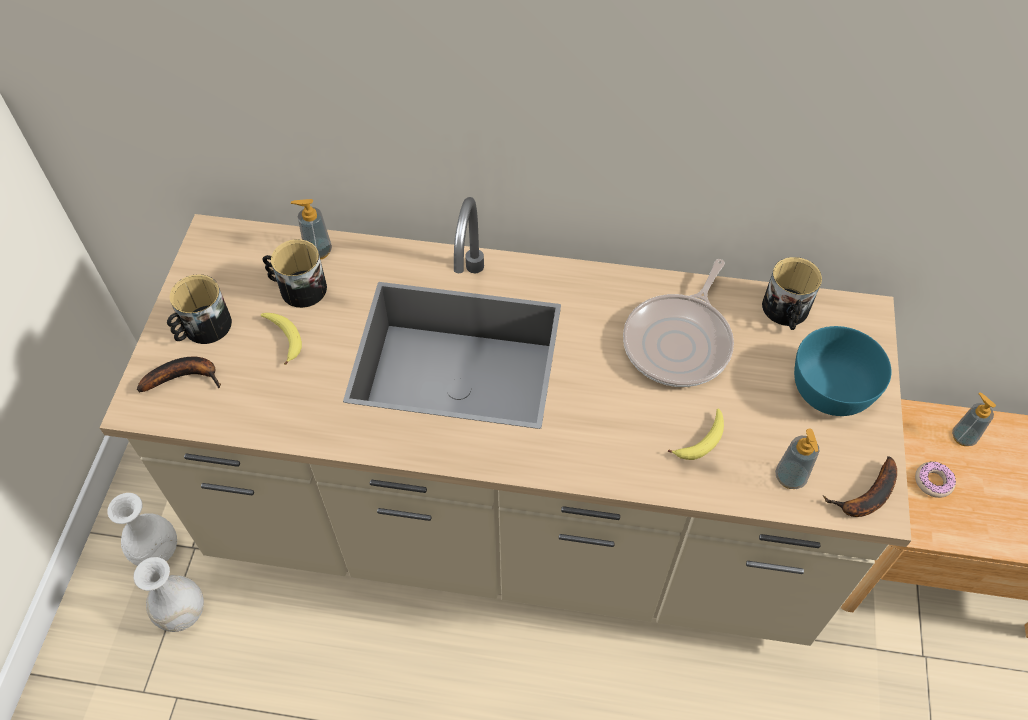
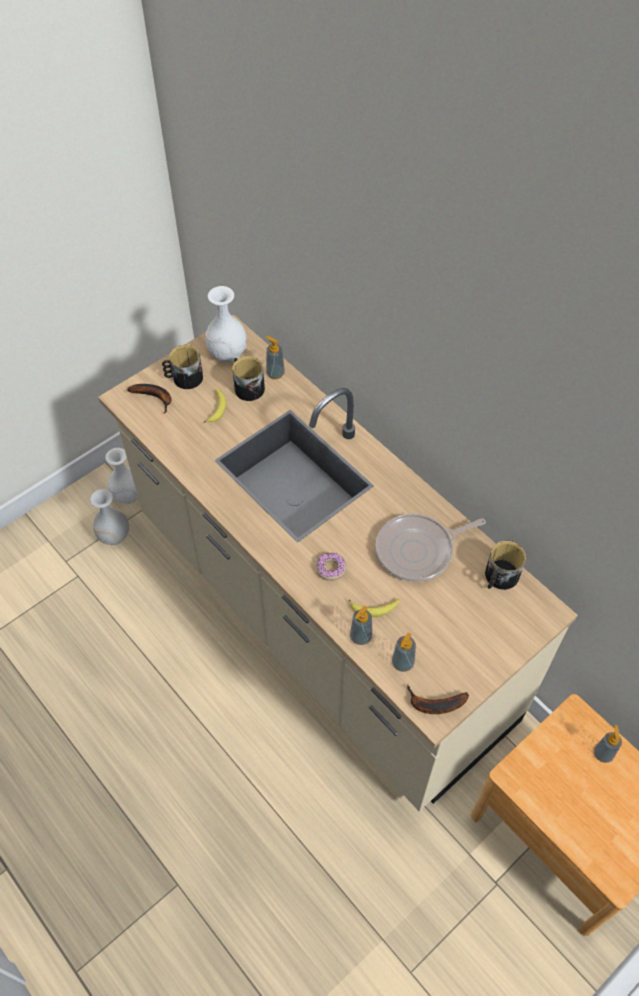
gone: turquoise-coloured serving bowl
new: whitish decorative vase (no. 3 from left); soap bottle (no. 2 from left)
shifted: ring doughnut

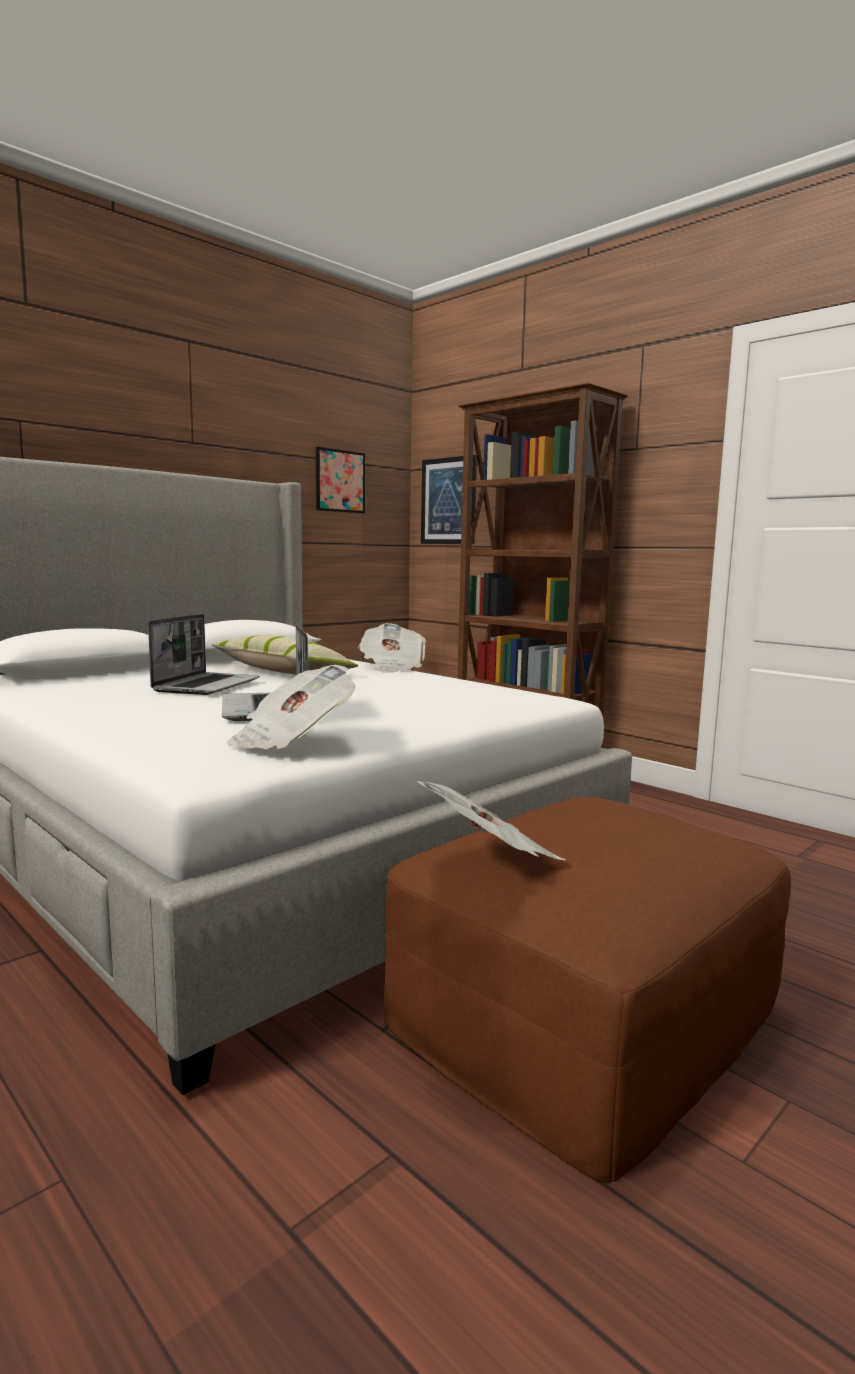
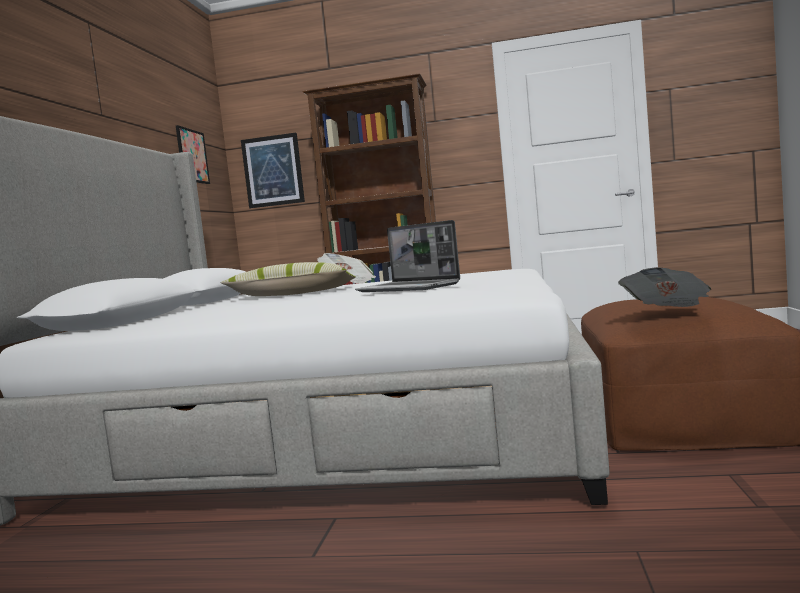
gone: portable computer (no. 1 from left); printed paper (no. 1 from left)

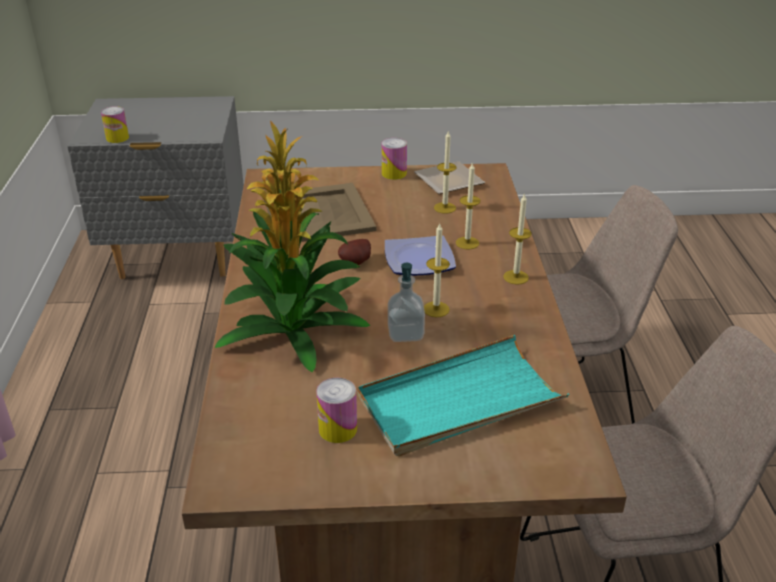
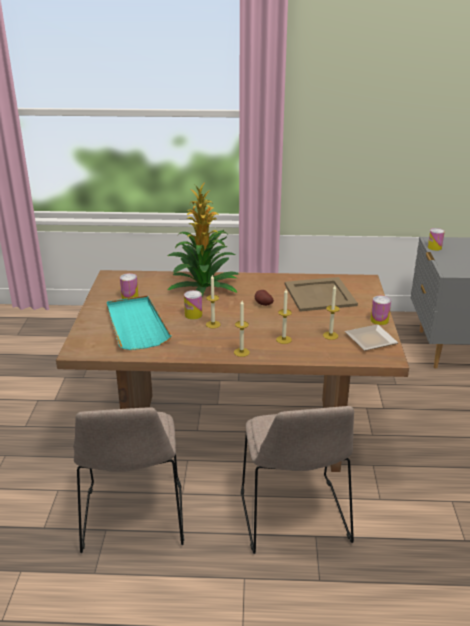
gone: dinner plate (no. 1 from left)
swapped: soap bottle to can (no. 2 from left)

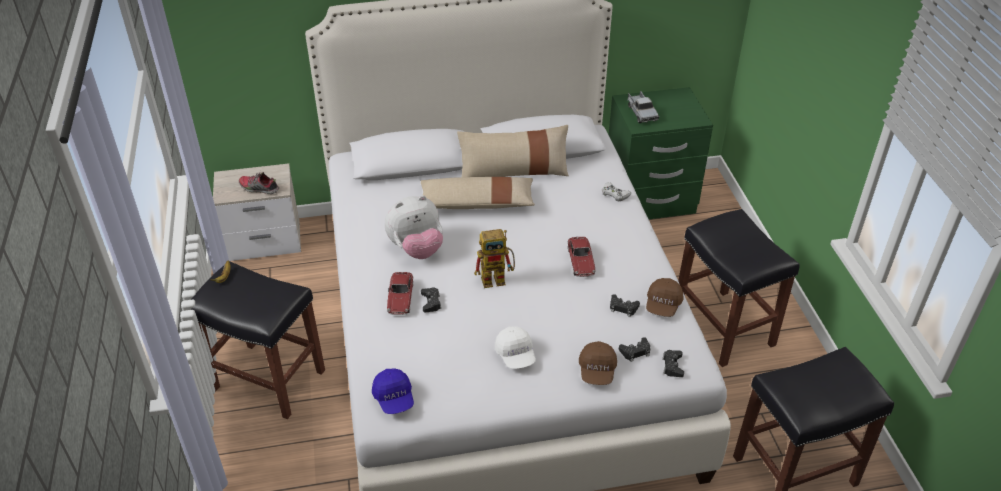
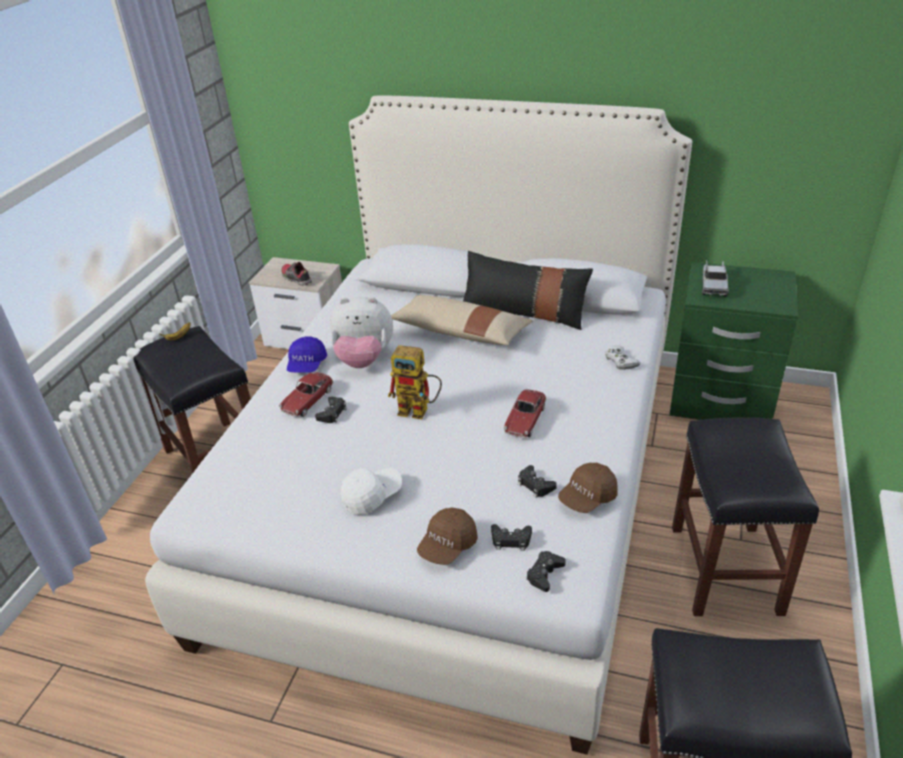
shifted: bluish peaked cap
repainted: beige-coloured pillow (no. 2 from left) to black pillow
rotated: whitish peaked cap 135 degrees counterclockwise

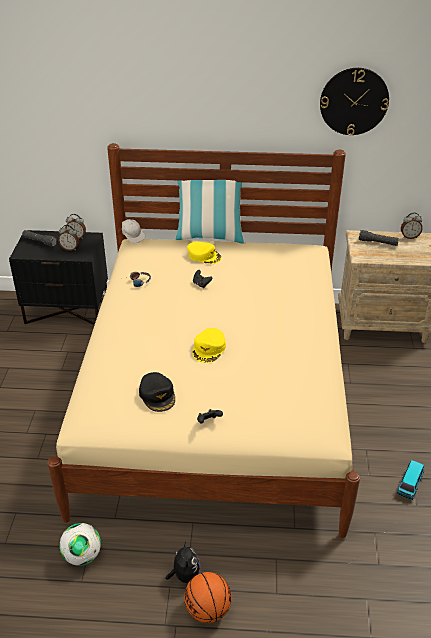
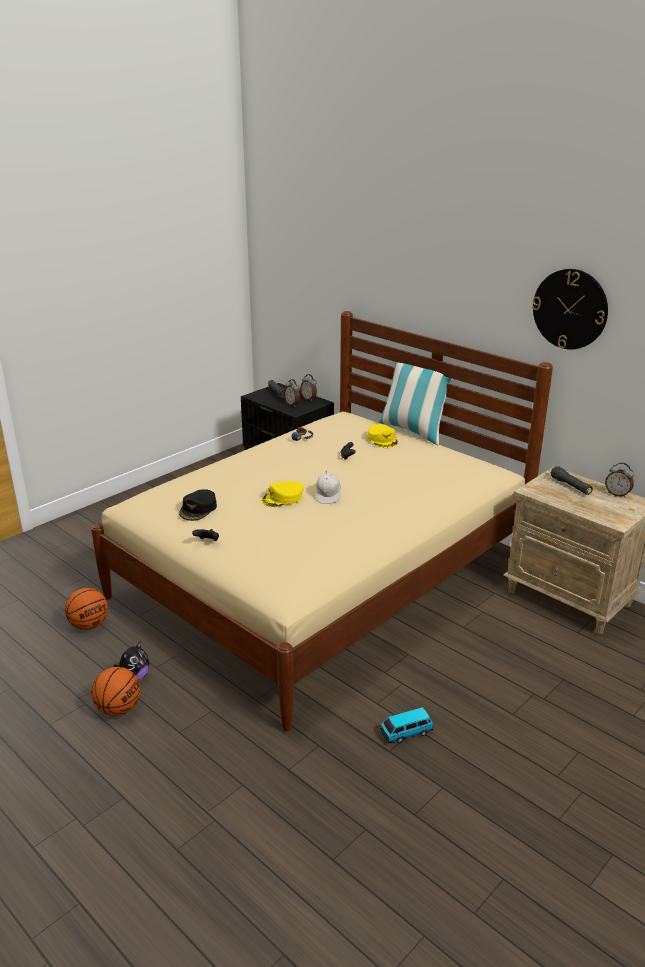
shifted: whitish peaked cap
swapped: ball for football to basketball (no. 1 from left)

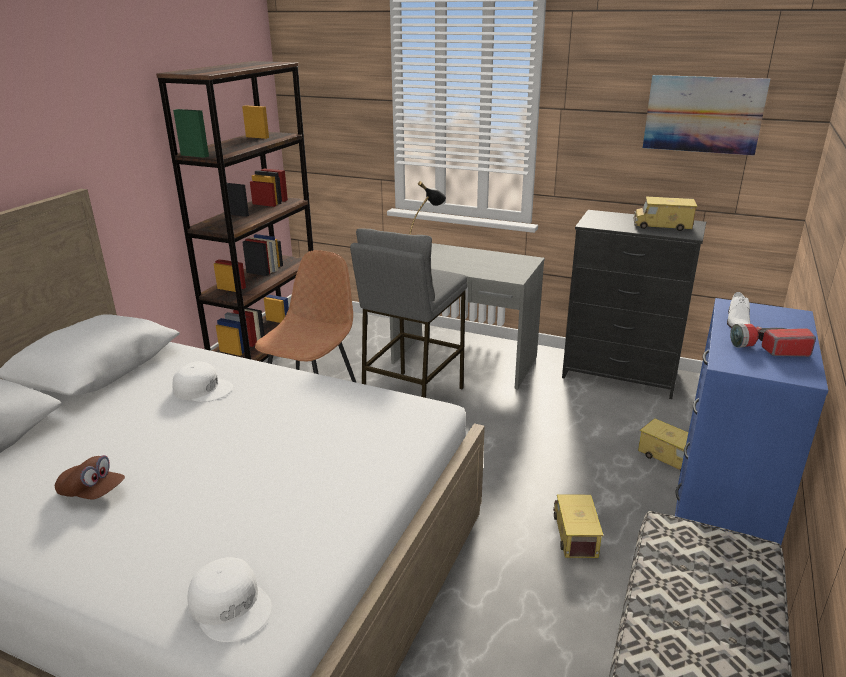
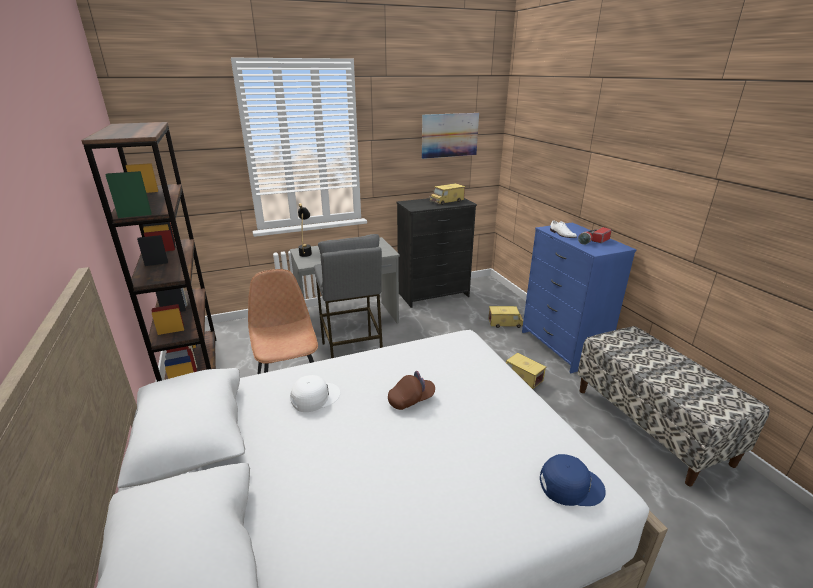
shifted: brown-coloured peaked cap
repainted: whitish peaked cap (no. 2 from left) to bluish peaked cap

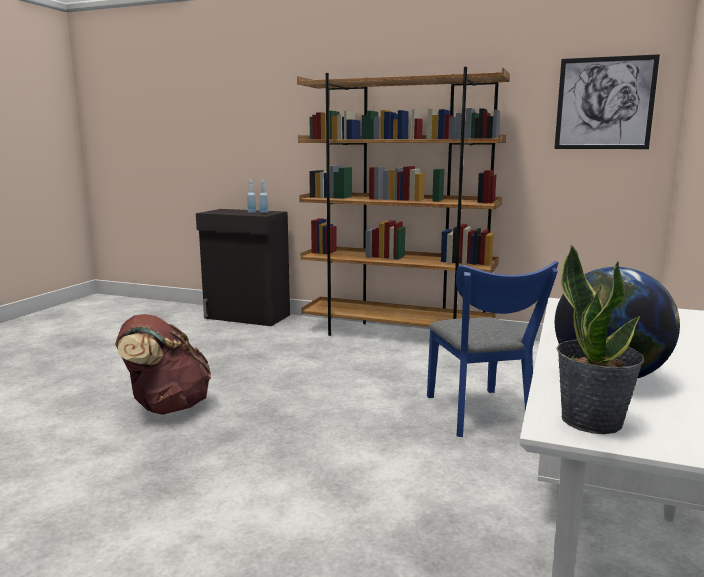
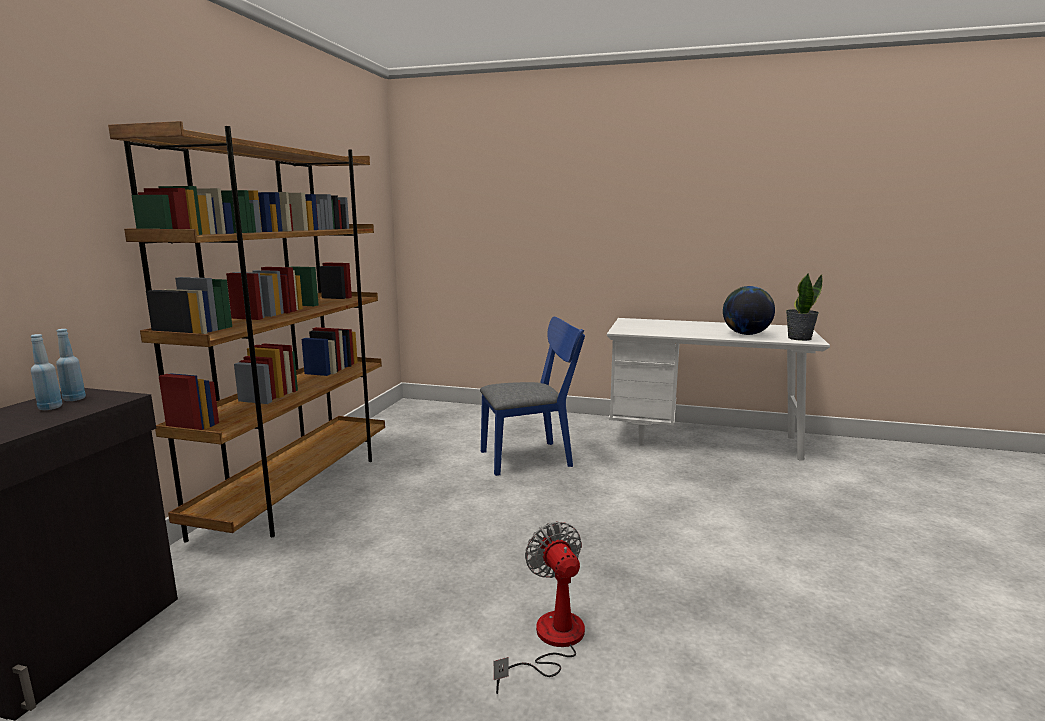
gone: picture
swapped: brown-coloured rucksack to electric fan

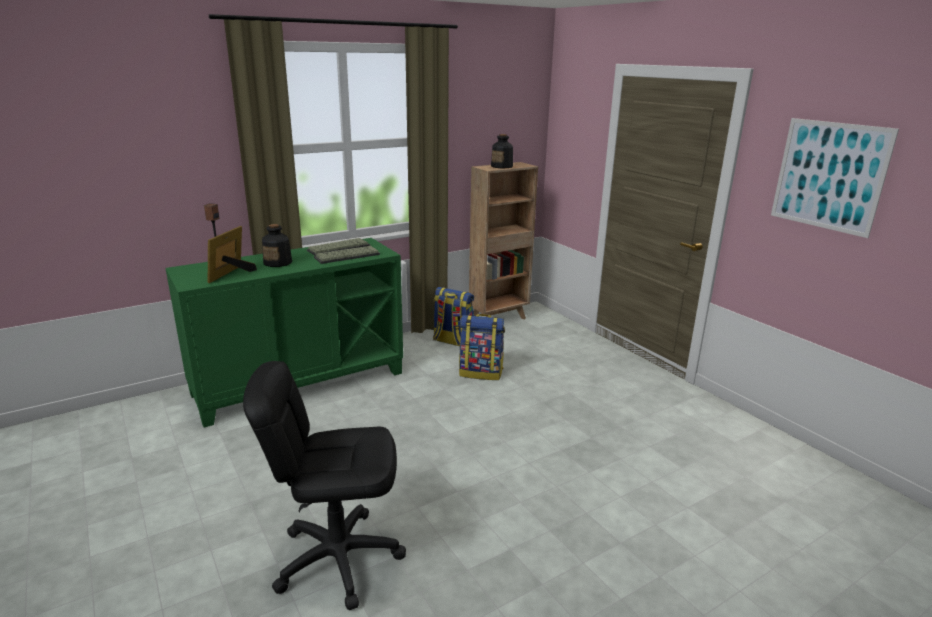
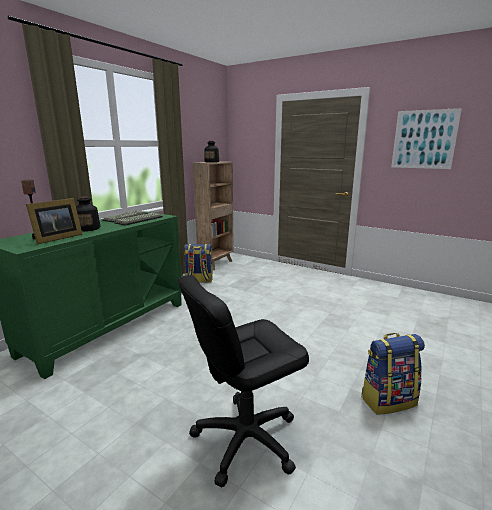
shifted: rucksack (no. 2 from left)
rotated: standing frame 135 degrees counterclockwise

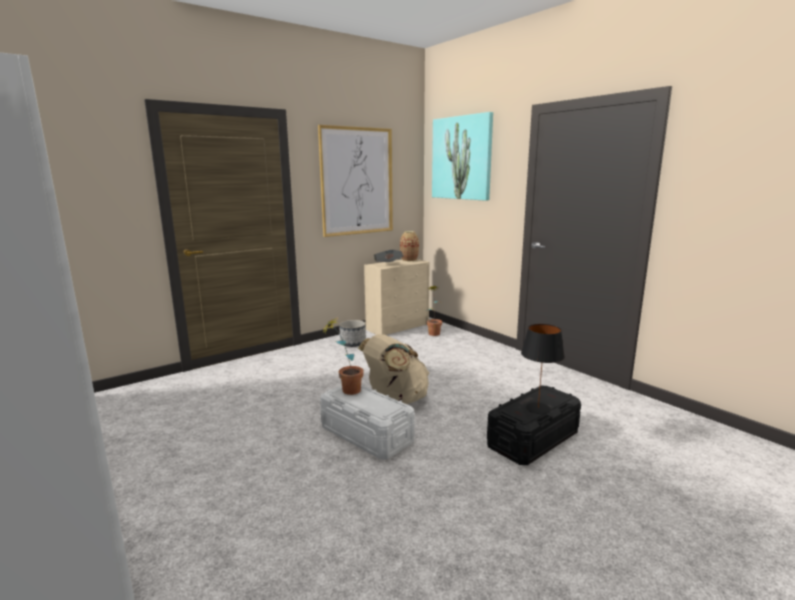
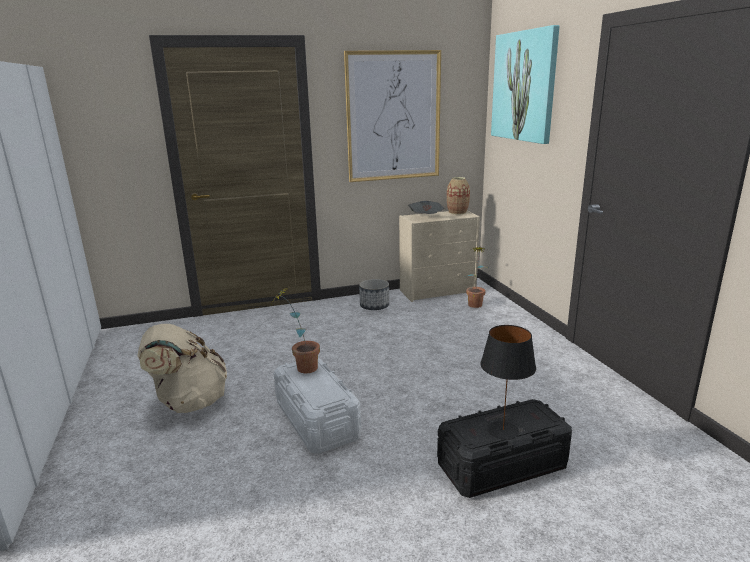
shifted: beige-coloured rucksack

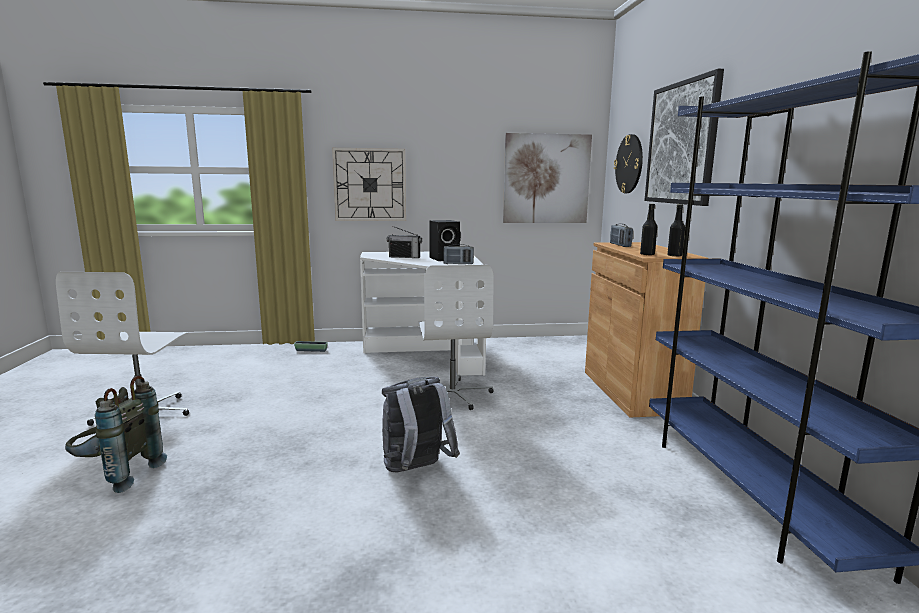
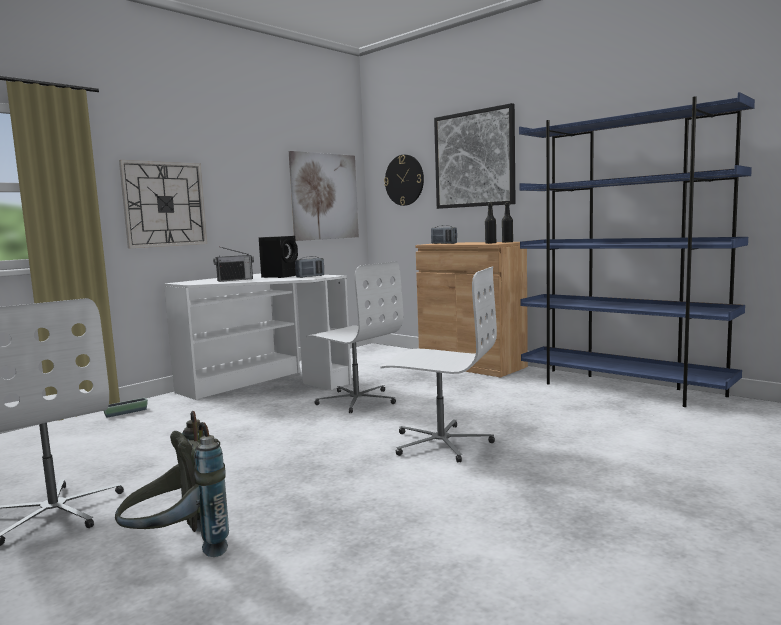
swapped: grey rucksack (no. 2 from left) to whitish desk chair (no. 3 from left)

